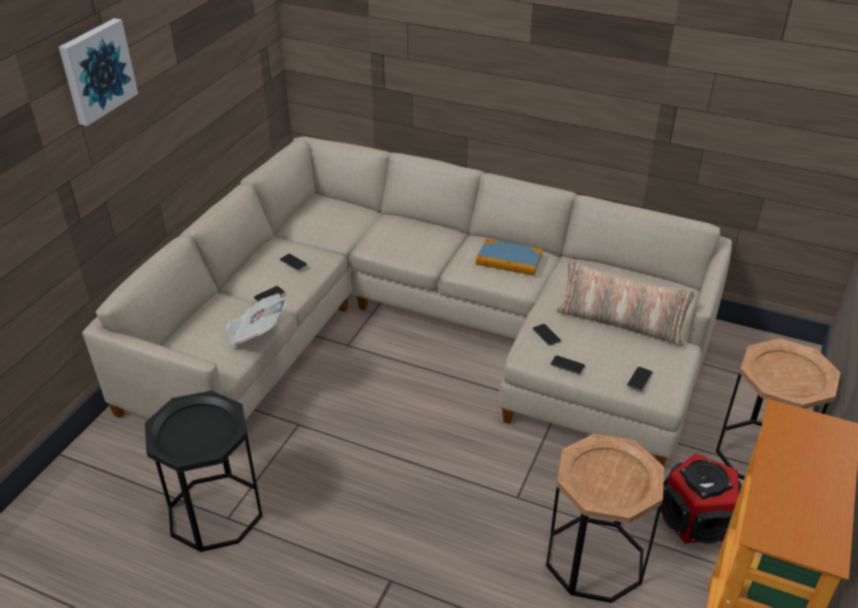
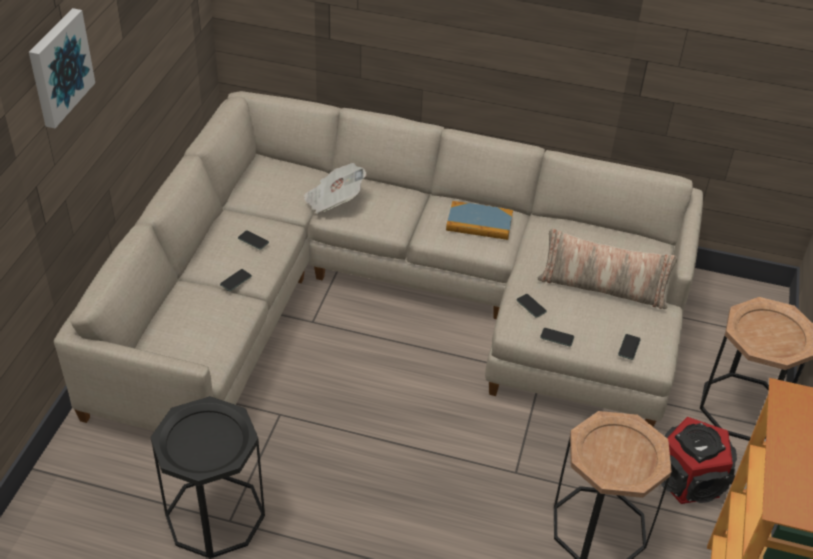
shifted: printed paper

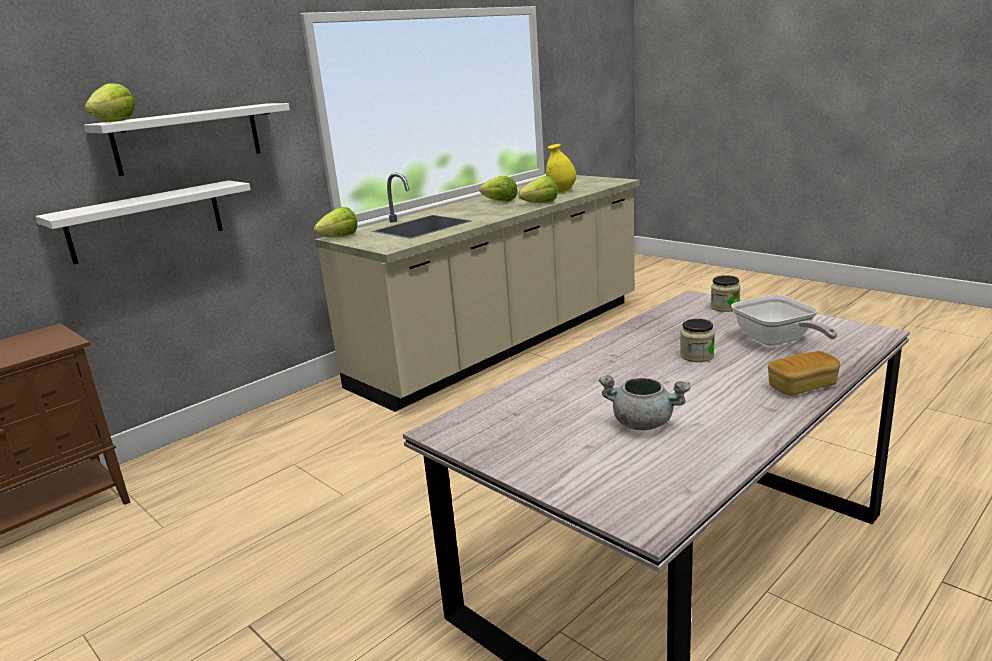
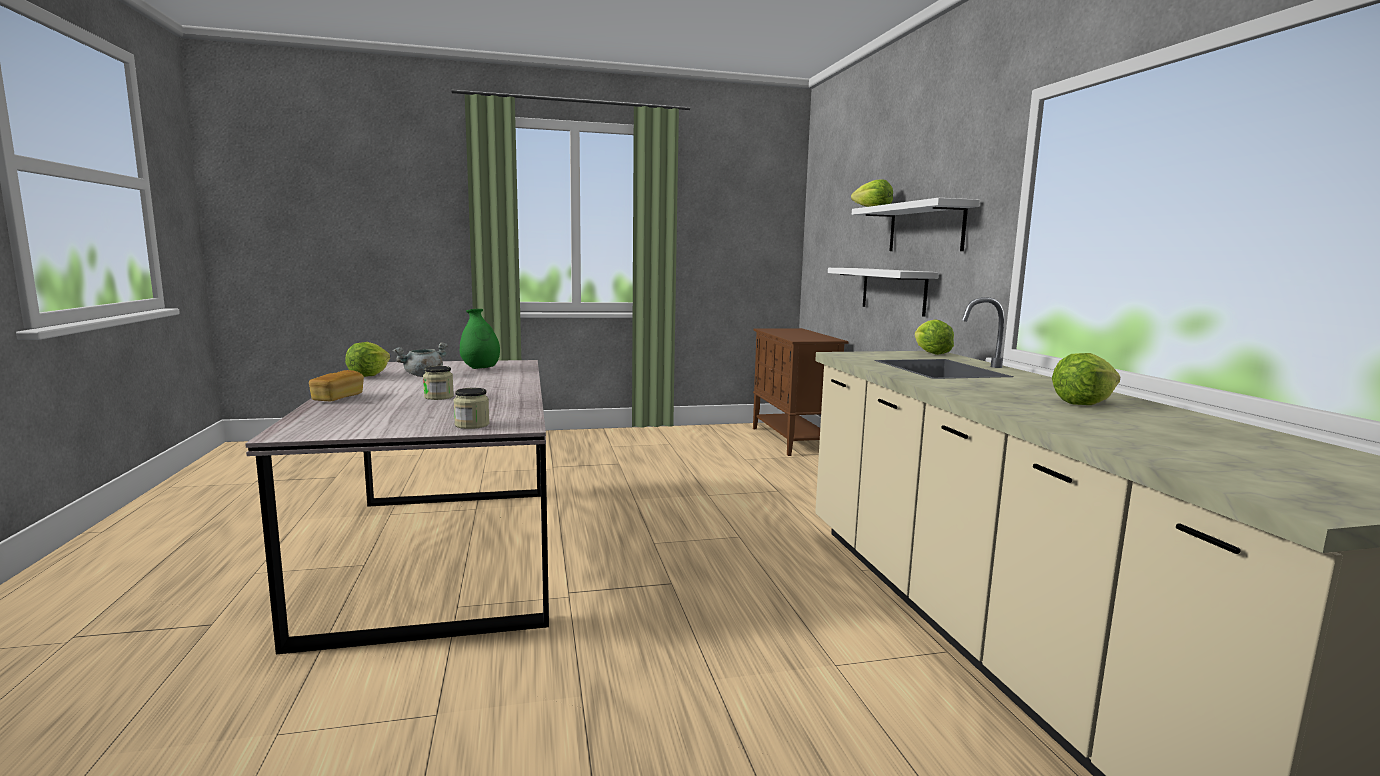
gone: yellow decorative vase; skillet
new: green decorative vase
shifted: lettuce head (no. 4 from left in the first image) to lettuce head (no. 1 from left)

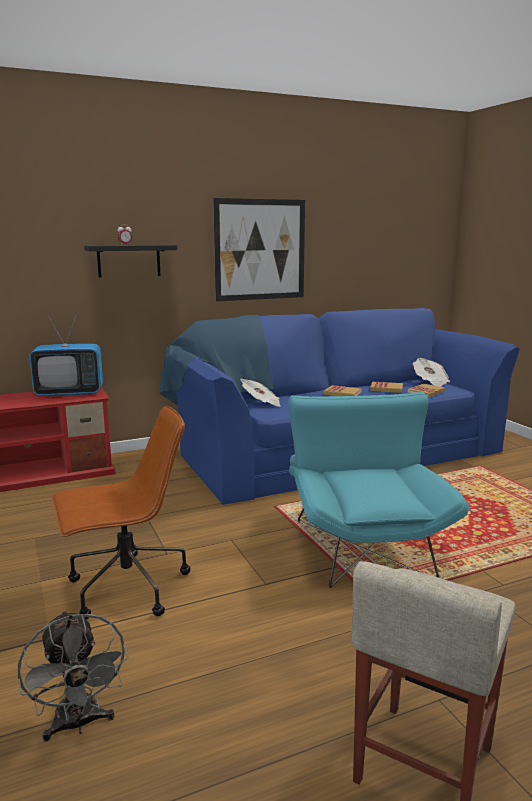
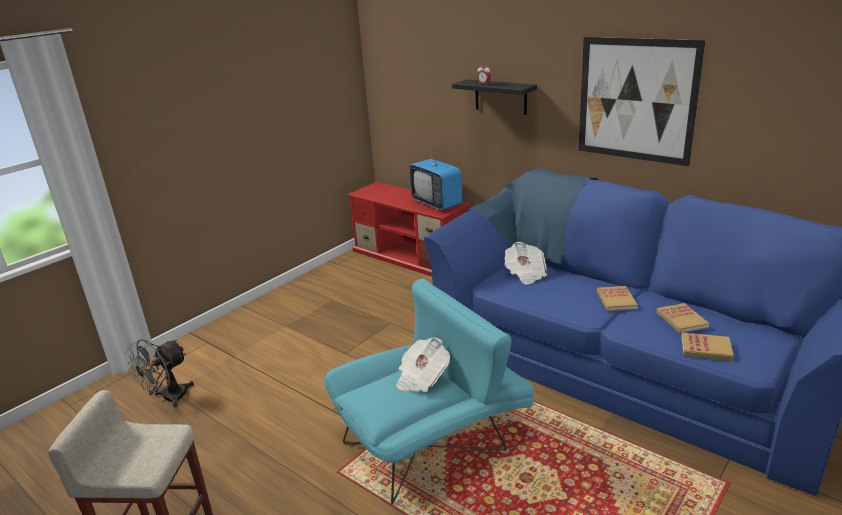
gone: brown-coloured desk chair
shifted: printed paper (no. 2 from left in the first image) to printed paper (no. 1 from left)

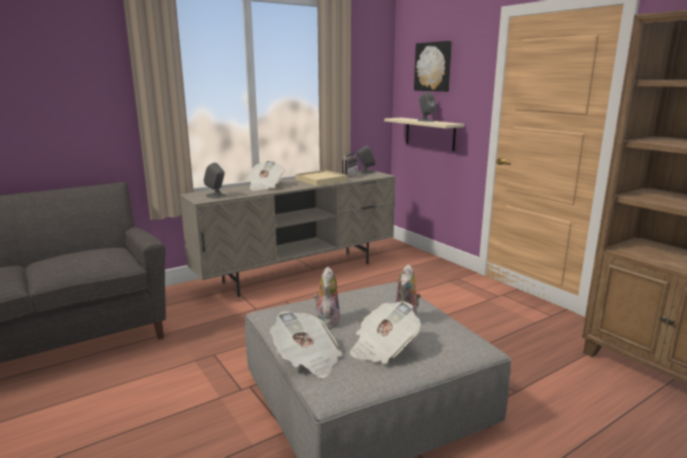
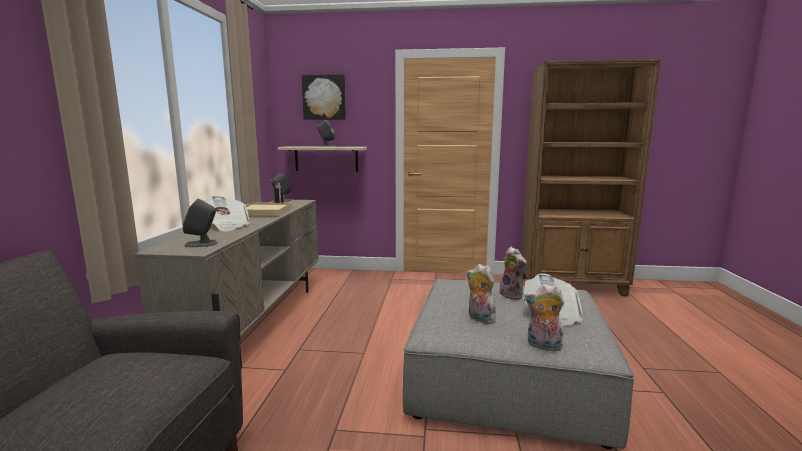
swapped: printed paper (no. 2 from left) to plush toy (no. 3 from left)

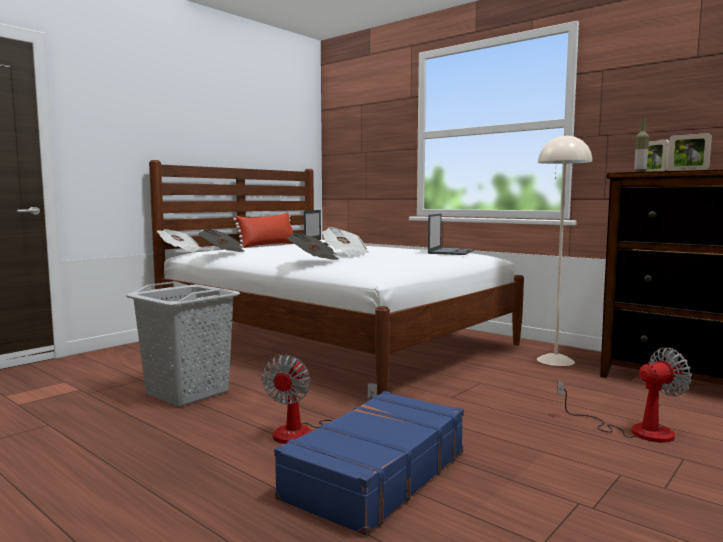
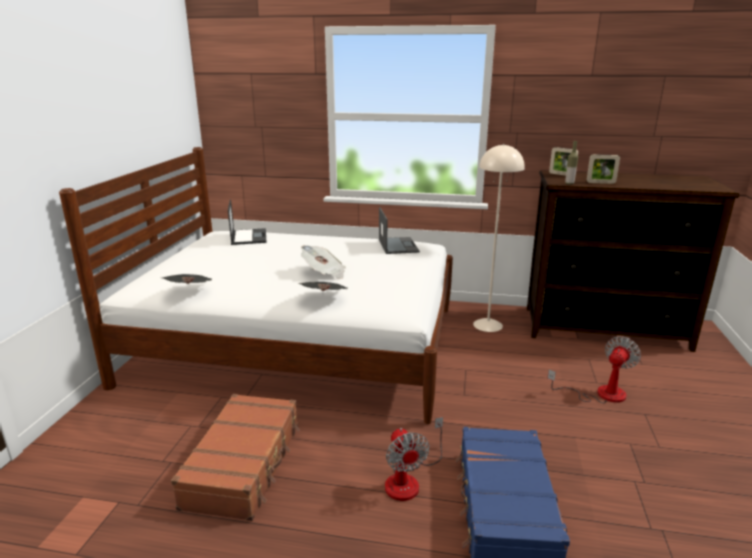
gone: printed paper (no. 1 from left); red pillow
swapped: grey hamper to brown-coloured travel case

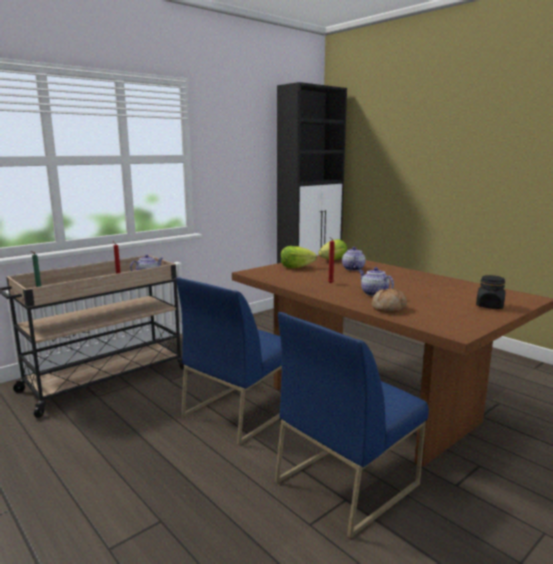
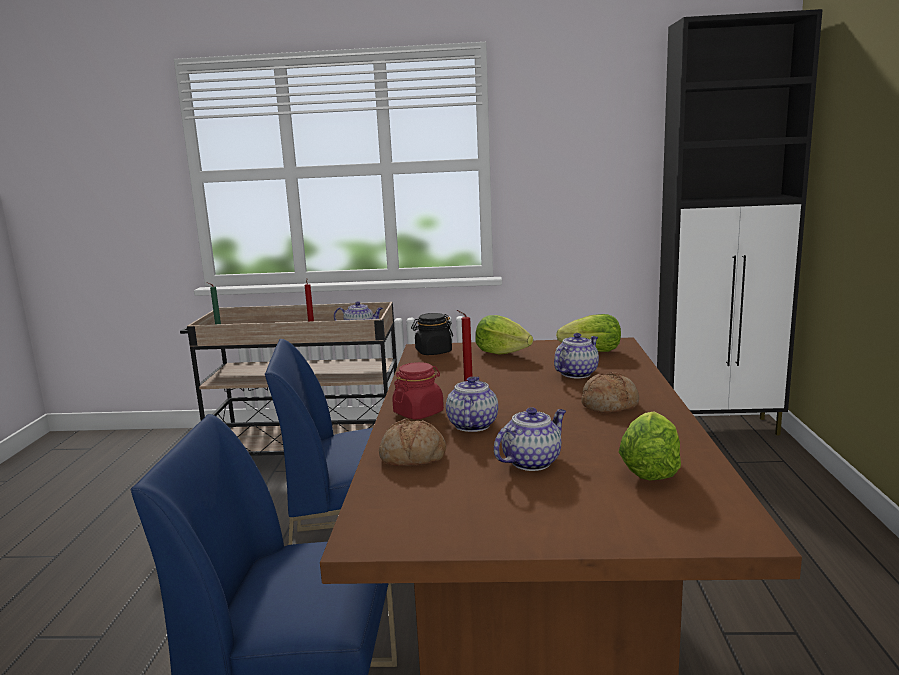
new: red preserve jar; teapot (no. 3 from left); bread (no. 2 from left); lettuce head (no. 3 from left)
shifted: black preserve jar

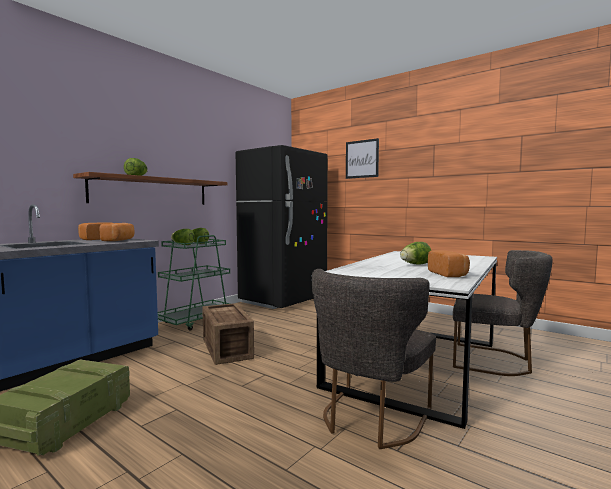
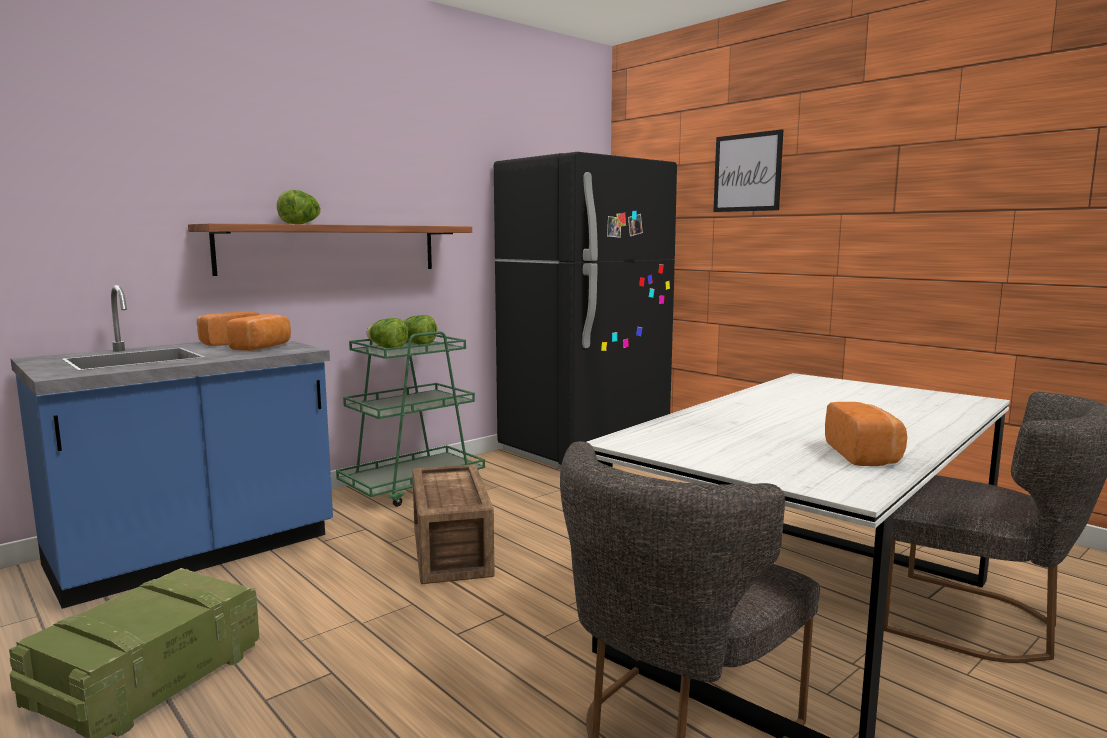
gone: lettuce head (no. 4 from left)

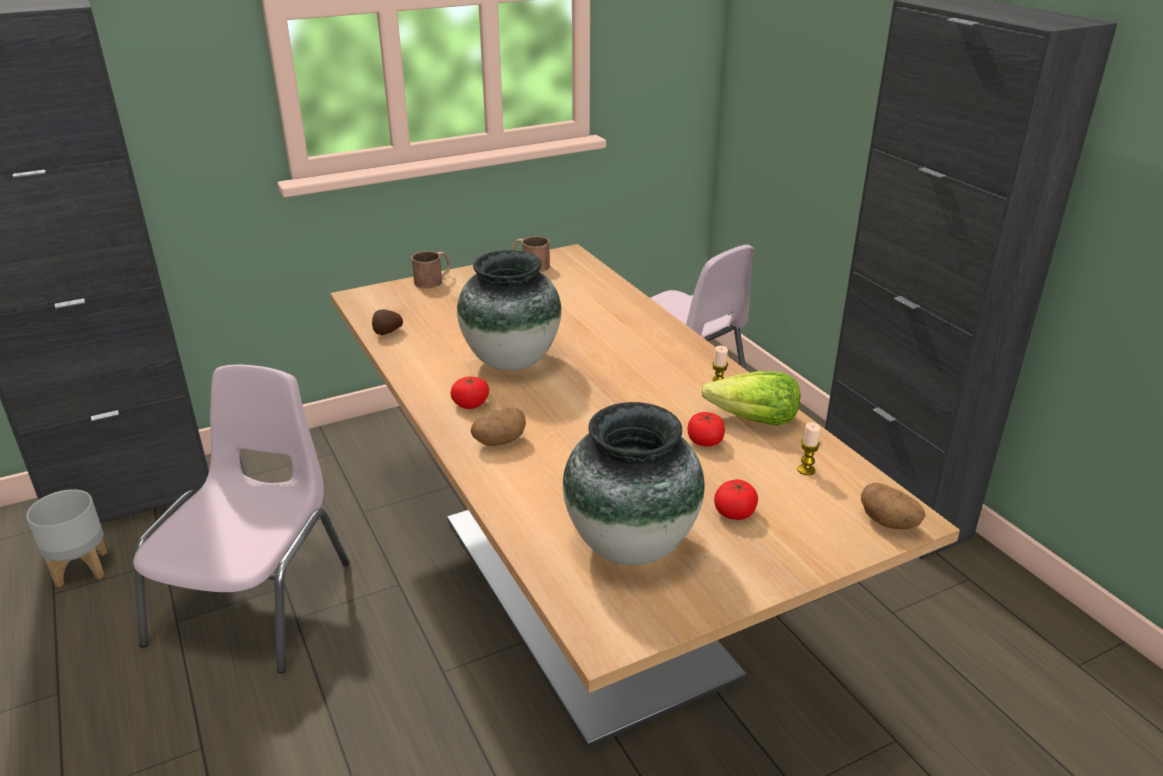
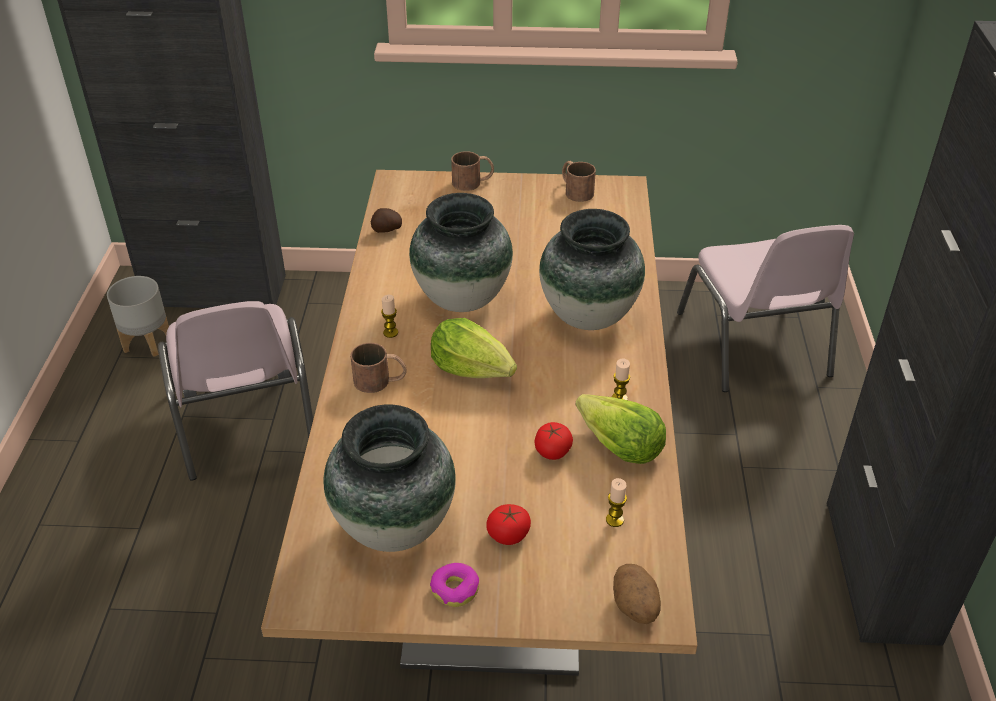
new: ring doughnut; lettuce head (no. 1 from left); decorative vase (no. 3 from left)
swapped: whole tomato (no. 1 from left) to wax candle (no. 1 from left); whole potato (no. 2 from left) to brown-coloured coffee mug (no. 1 from left)
rotated: pinkish plain chair (no. 1 from left) 120 degrees clockwise

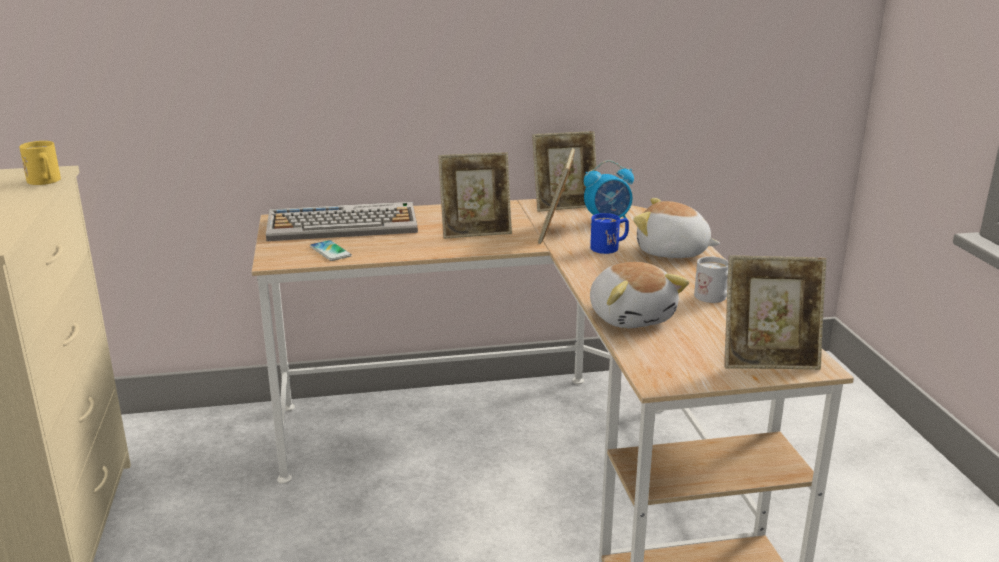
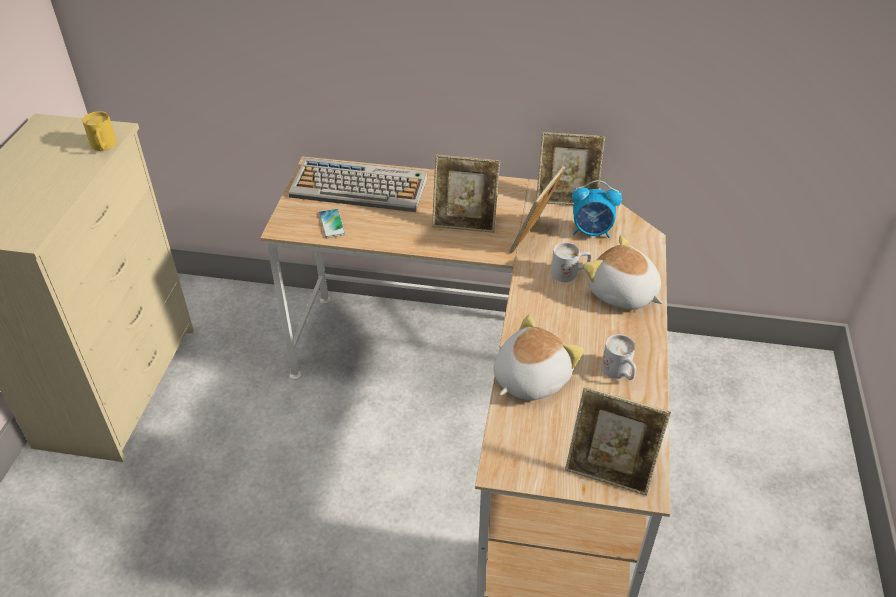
repainted: bluish coffee mug to whitish coffee mug (no. 1 from left)
rotated: plush toy (no. 1 from left) 135 degrees counterclockwise

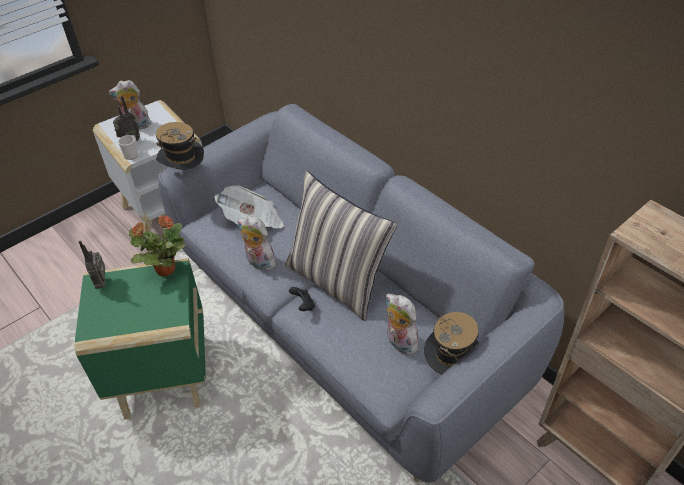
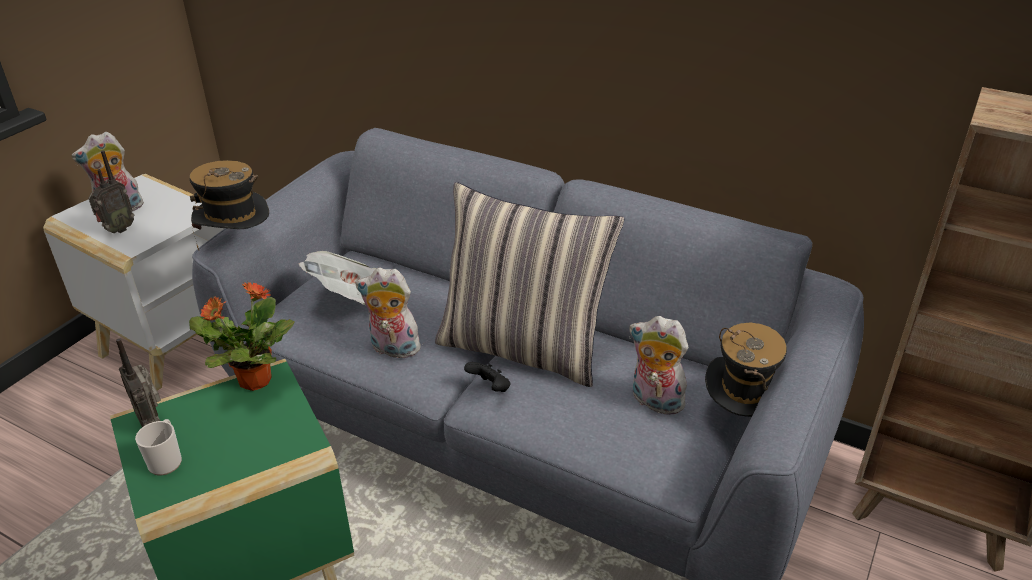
shifted: coffee mug

